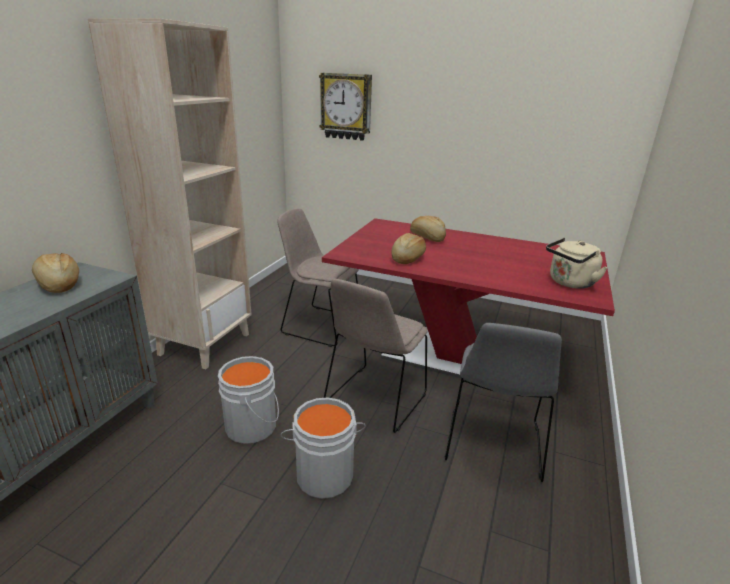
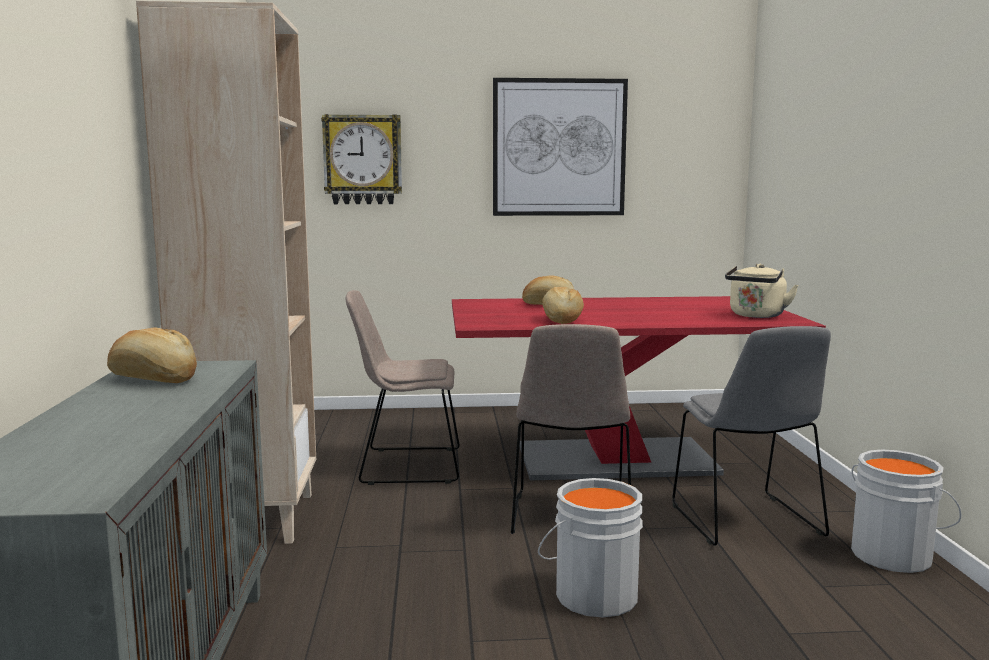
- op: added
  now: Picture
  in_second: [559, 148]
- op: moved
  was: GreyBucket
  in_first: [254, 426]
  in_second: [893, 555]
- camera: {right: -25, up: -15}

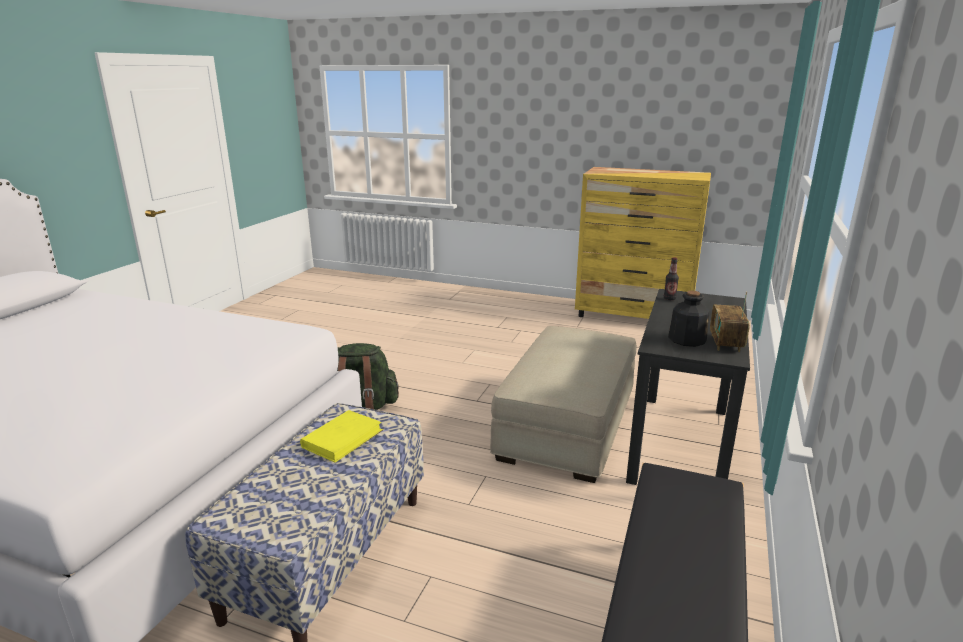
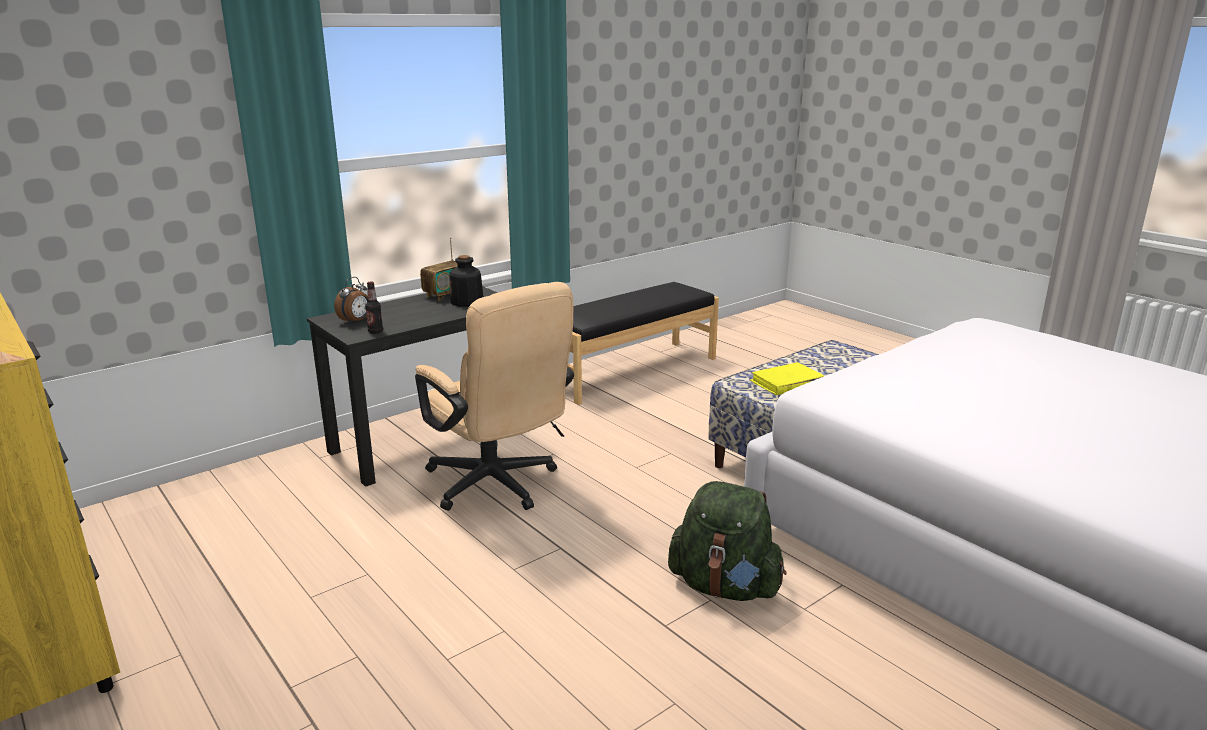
- op: added
  now: AlarmClock
  in_second: [355, 321]
- op: replaced
  was: BeigeOttoman
  now: BeigeOfficeChair
  in_first: [567, 424]
  in_second: [498, 487]
- camera: {right: -150, up: 0}

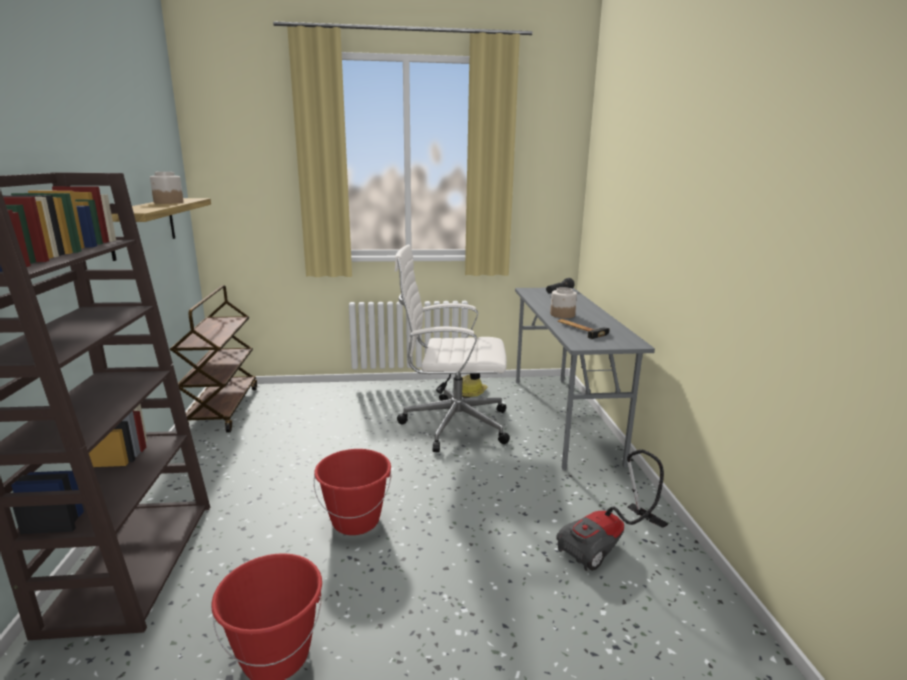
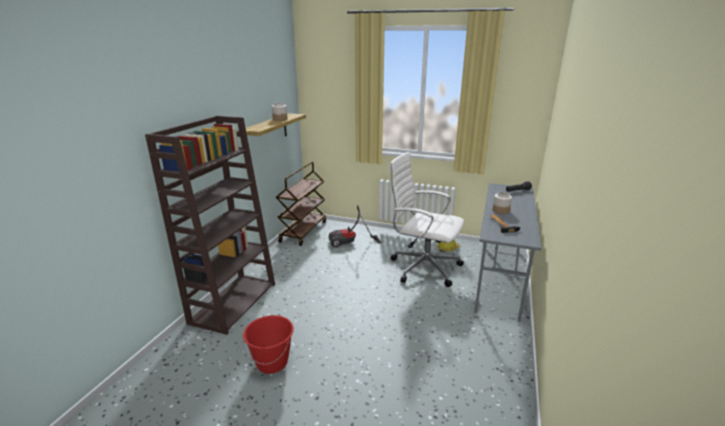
- op: removed
  was: RedBucket
  in_first: [356, 521]
- op: moved
  was: VacuumCleaner
  in_first: [609, 545]
  in_second: [350, 243]
- camera: {right: 25, up: 5}

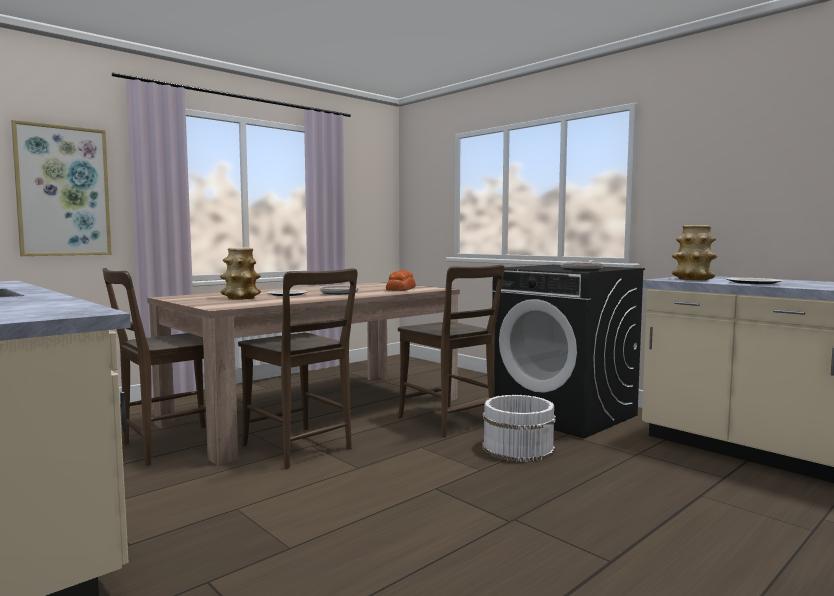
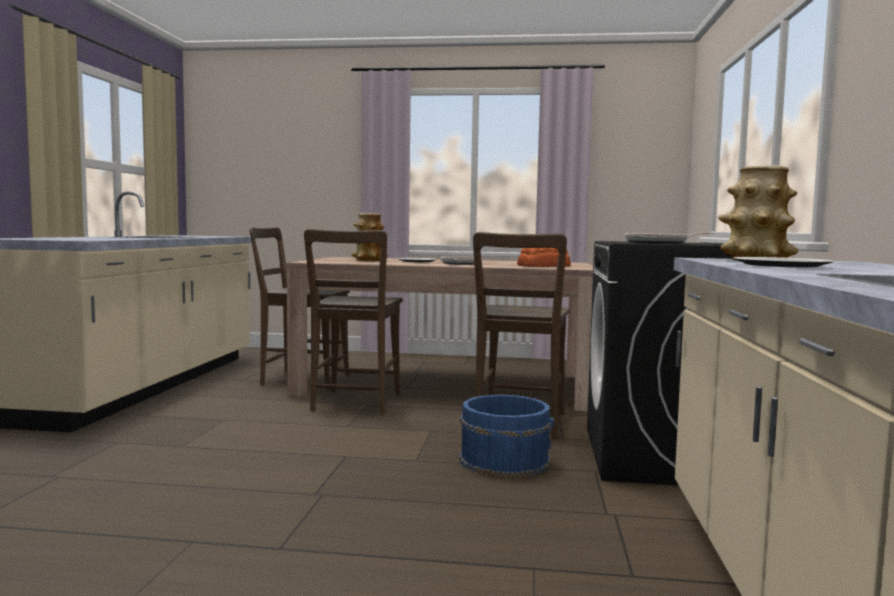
- op: removed
  was: Picture
  in_first: [63, 191]
- op: recoloured
  was: WhiteBucket
  now: BlueBucket
  in_first: [517, 448]
  in_second: [504, 460]
- camera: {right: 50, up: 0}

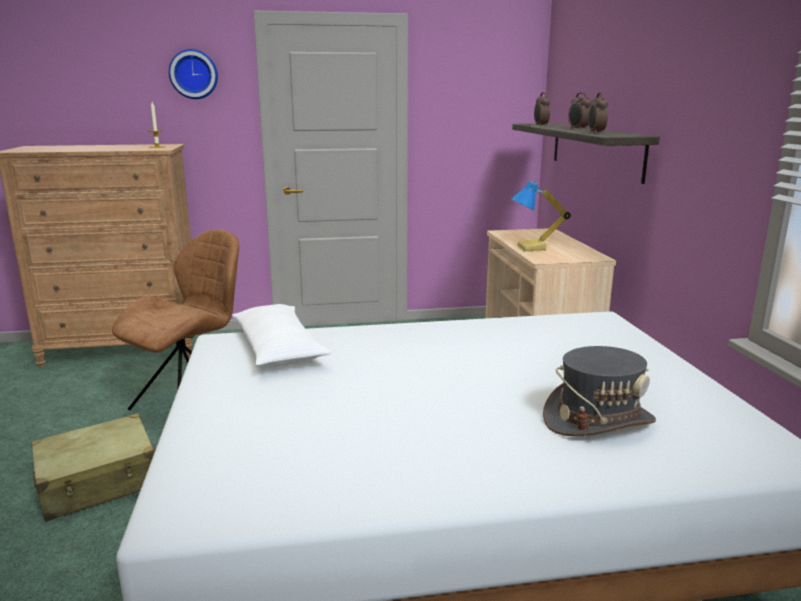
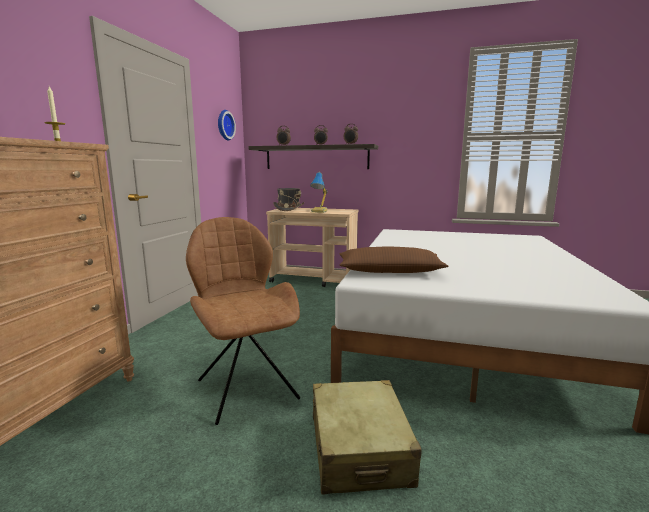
- op: moved
  was: WallClock
  in_first: [194, 74]
  in_second: [224, 125]
- op: moved
  was: GreyHat
  in_first: [598, 420]
  in_second: [288, 209]
- op: recoloured
  was: WhitePillow
  now: BrownPillow
  in_first: [278, 348]
  in_second: [390, 271]
- camera: {right: -65, up: -5}

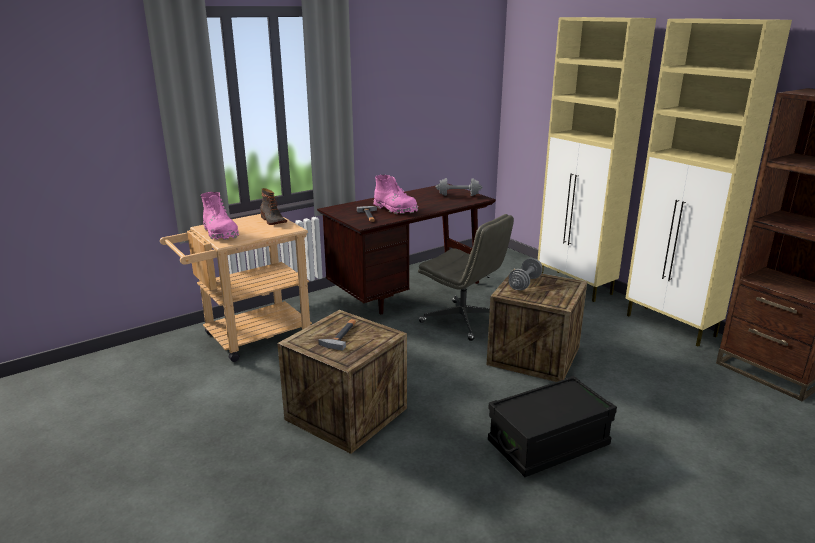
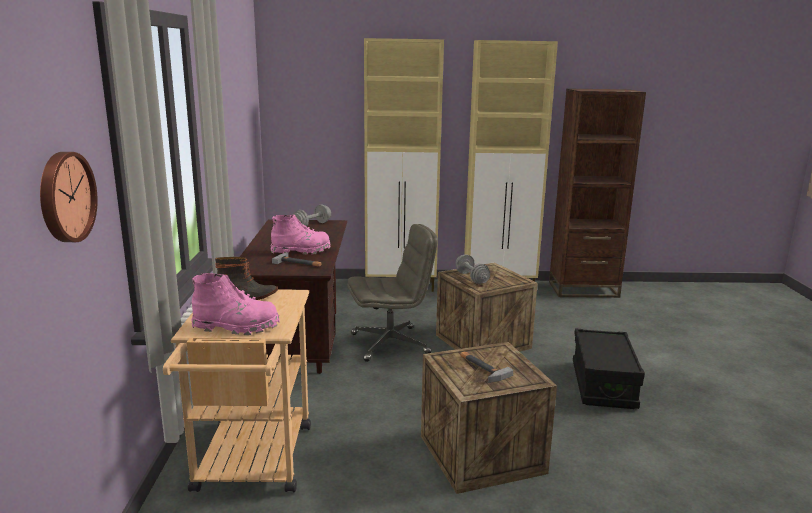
- op: added
  now: WallClock
  in_second: [64, 197]
- camera: {right: -55, up: -5}

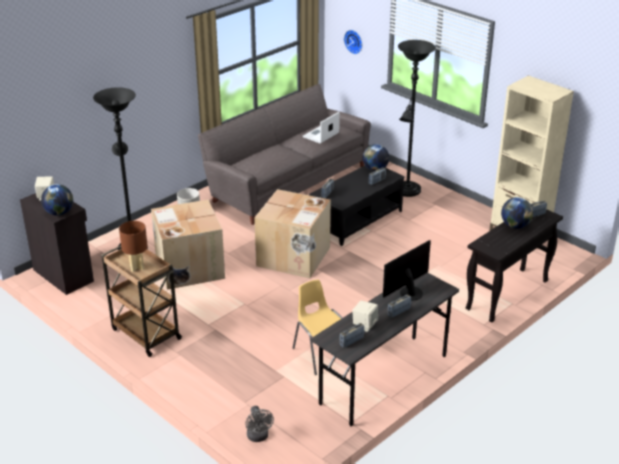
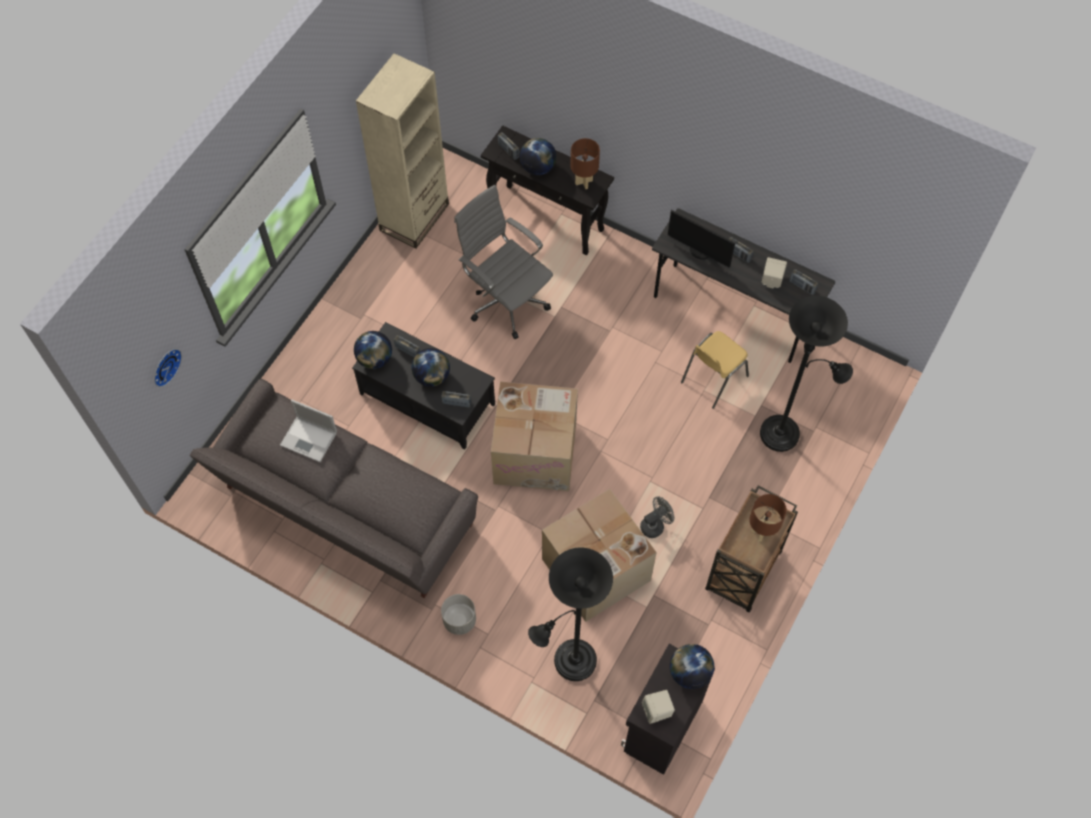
- op: added
  now: Globe
  in_second: [432, 376]
- op: added
  now: GreyOfficeChair
  in_second: [505, 301]
- op: added
  now: BrownTableLamp
  in_second: [583, 182]
- op: moved
  was: GreyFan
  in_first: [258, 437]
  in_second: [655, 525]
- op: moved
  was: BlackFloorLamp
  in_first: [406, 191]
  in_second: [785, 434]
- camera: {right: -105, up: 30}

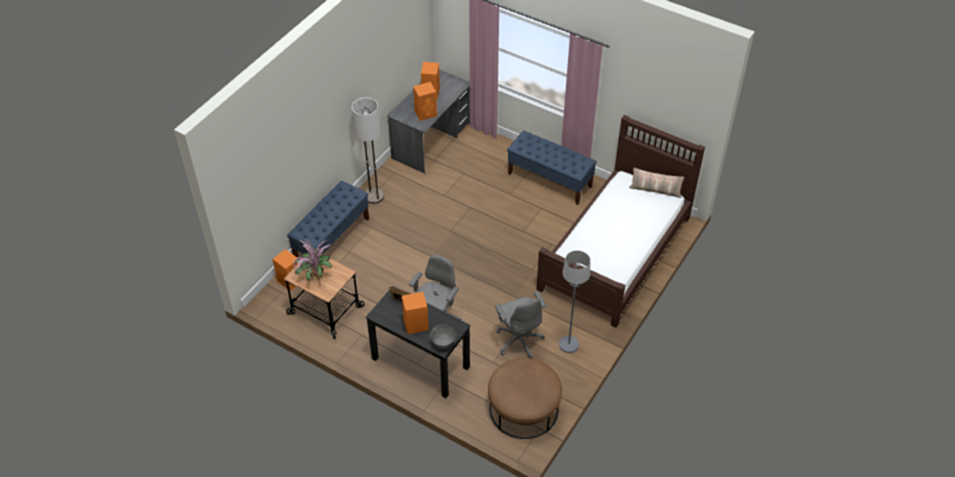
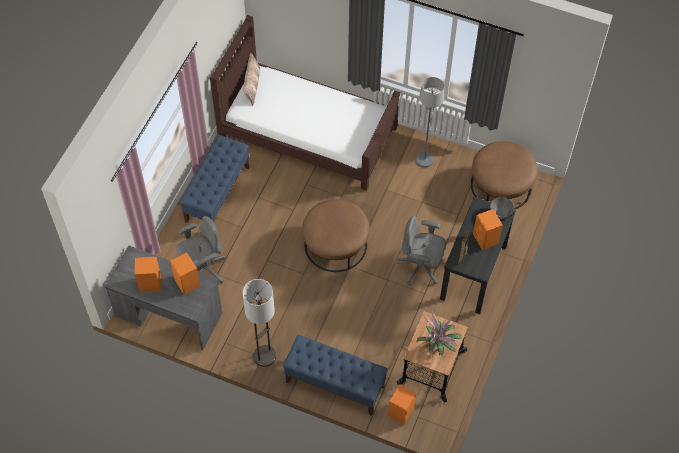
- op: added
  now: BrownOttoman
  in_second: [335, 244]
- op: moved
  was: GreyOfficeChair
  in_first: [519, 340]
  in_second: [203, 270]
- camera: {right: -100, up: 10}

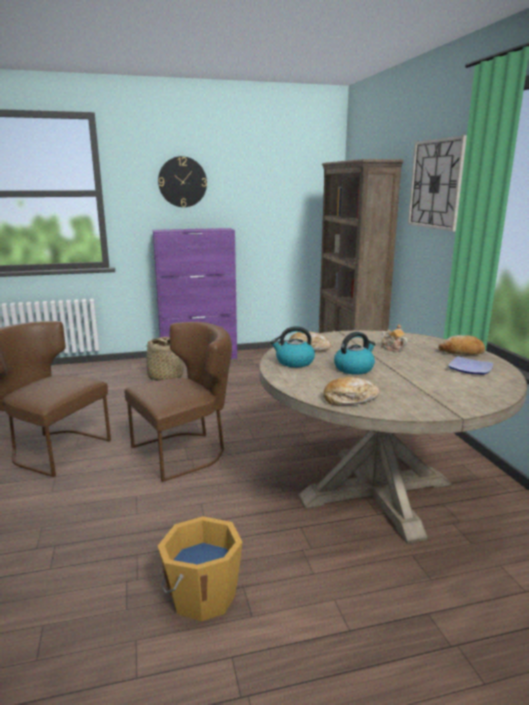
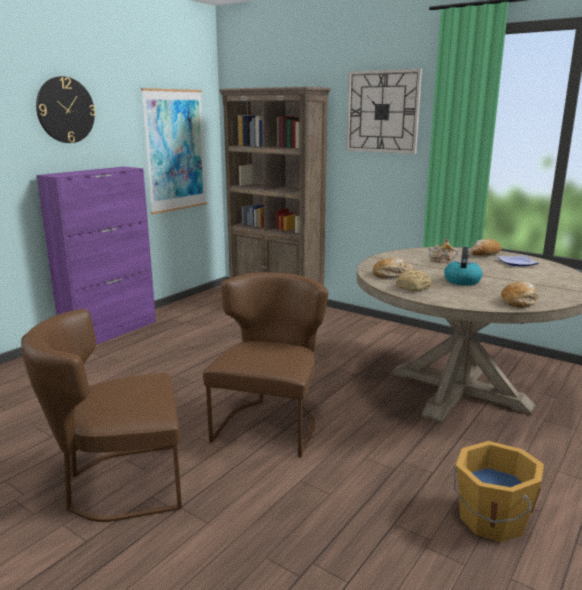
- op: removed
  was: Basket
  in_first: [165, 377]
- op: added
  now: Picture
  in_second: [175, 150]
- op: replaced
  was: Kettle
  now: Bread
  in_first: [294, 362]
  in_second: [414, 287]
- camera: {right: -40, up: 0}

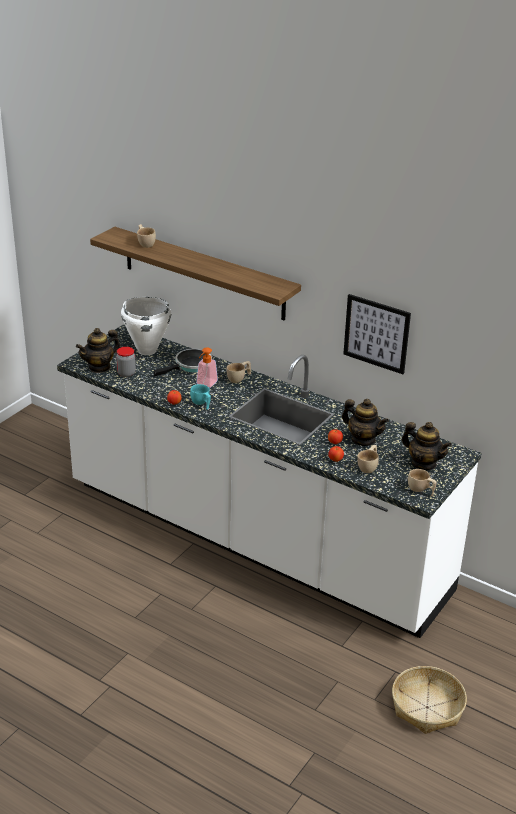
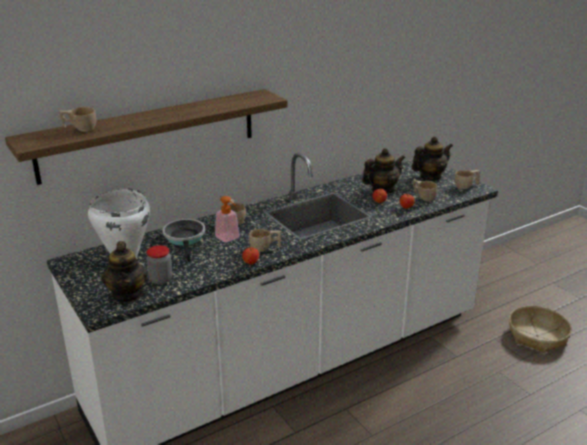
- op: removed
  was: Picture
  in_first: [376, 333]
- op: recoloured
  was: TurquoiseCup
  now: BeigeCup
  in_first: [201, 404]
  in_second: [265, 248]
- camera: {right: -65, up: -5}

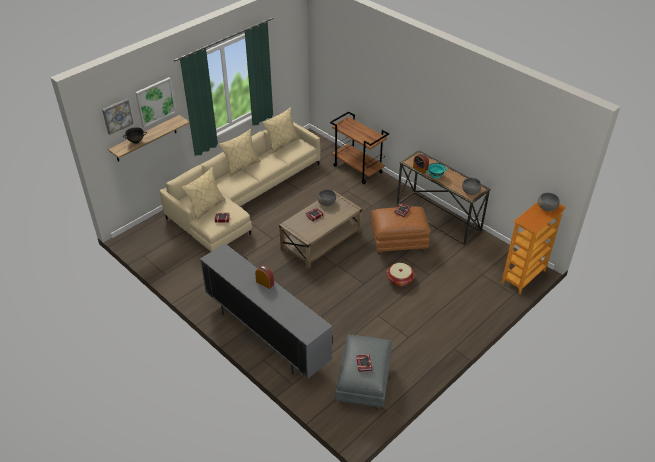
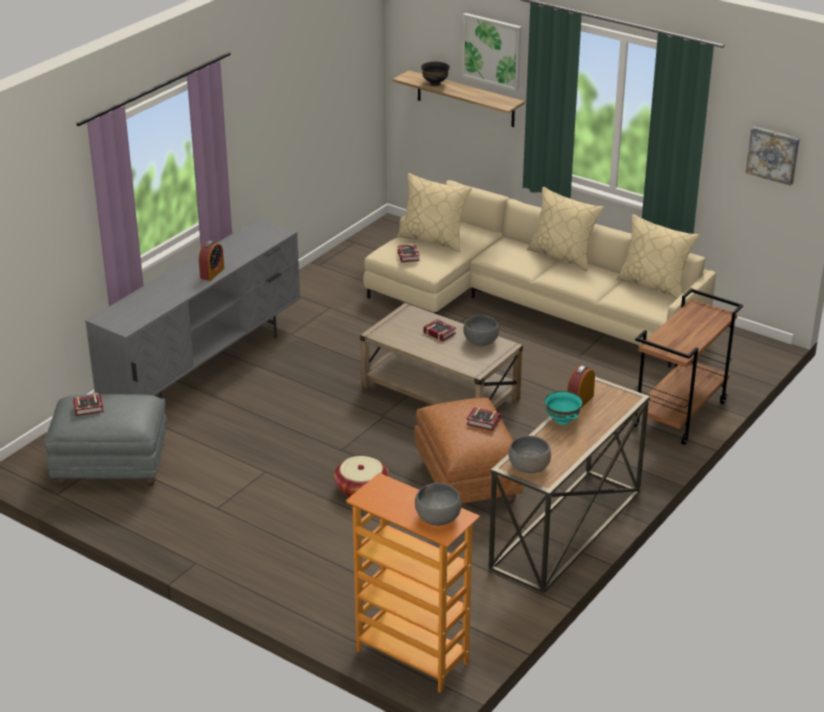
- op: moved
  was: Picture
  in_first: [117, 116]
  in_second: [773, 154]
- camera: {right: 80, up: -10}

